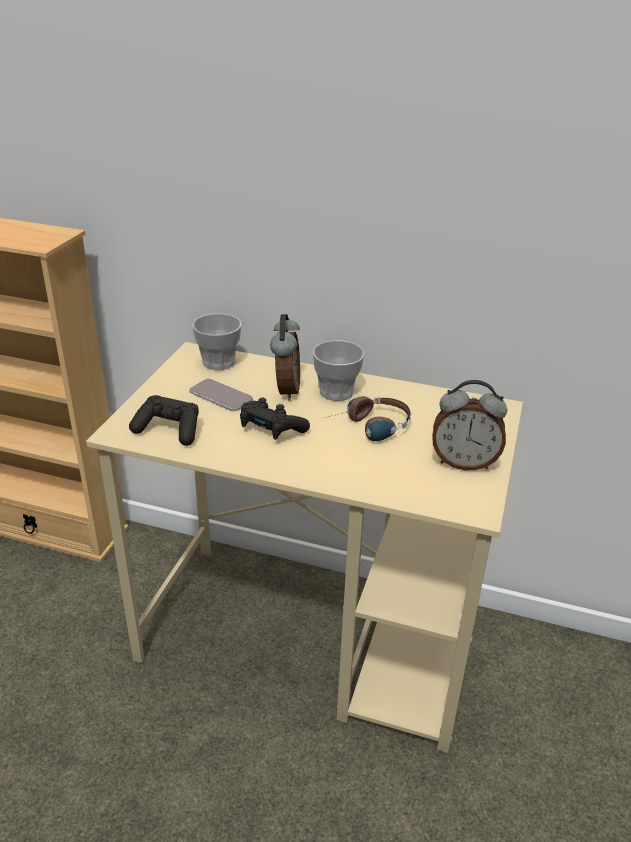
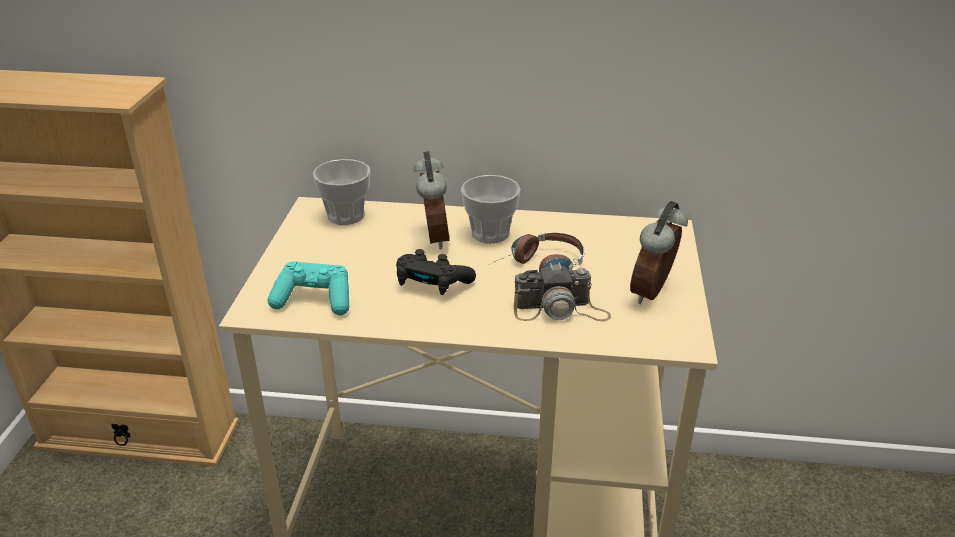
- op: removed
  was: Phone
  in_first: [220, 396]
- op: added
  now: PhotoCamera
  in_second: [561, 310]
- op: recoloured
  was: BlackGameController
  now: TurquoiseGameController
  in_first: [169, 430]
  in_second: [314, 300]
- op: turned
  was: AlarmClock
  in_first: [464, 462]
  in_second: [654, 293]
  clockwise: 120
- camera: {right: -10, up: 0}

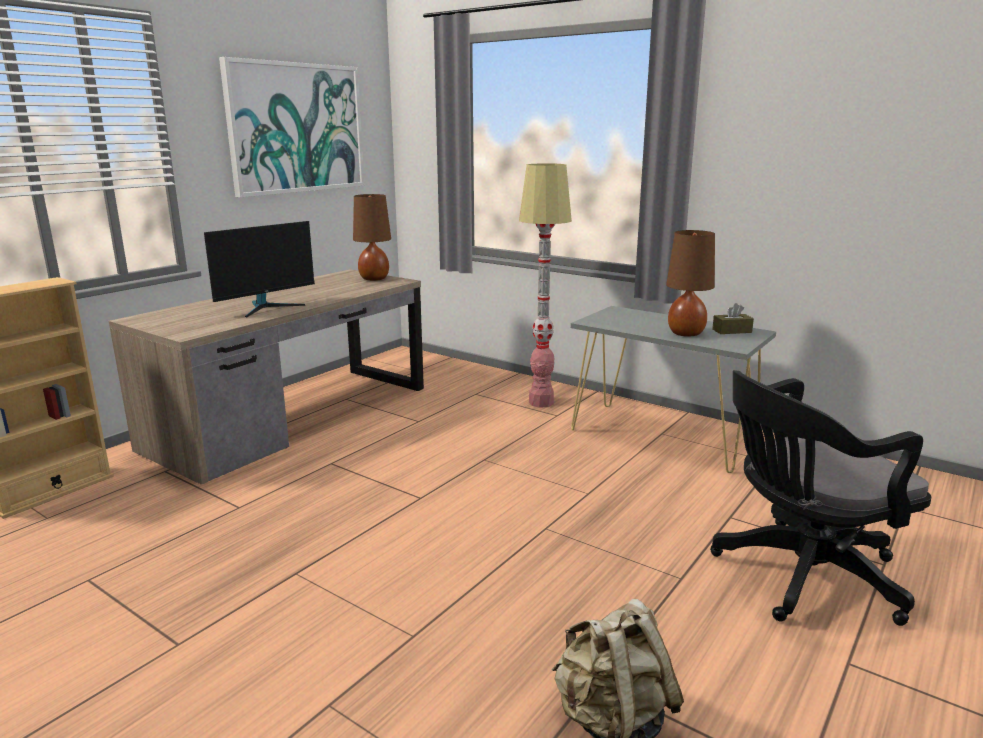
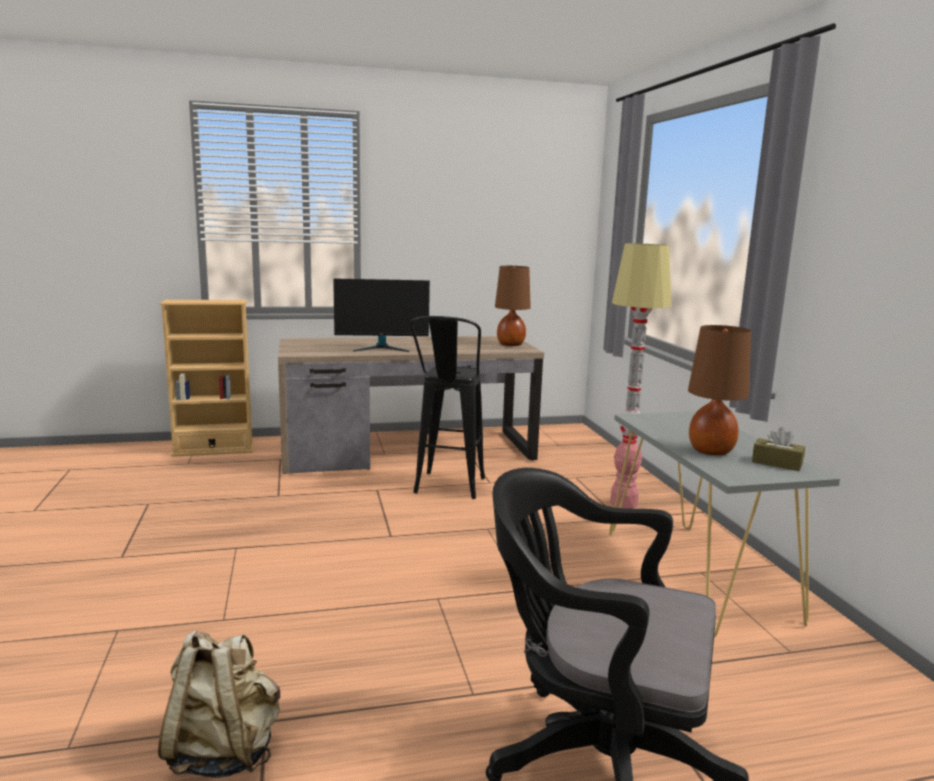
- op: removed
  was: Picture
  in_first: [297, 128]
- op: added
  now: BlackStool
  in_second: [447, 490]
- camera: {right: 40, up: -5}

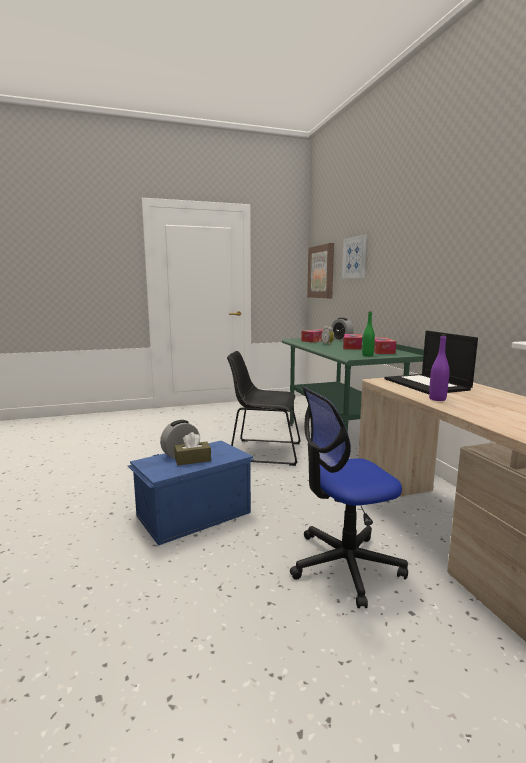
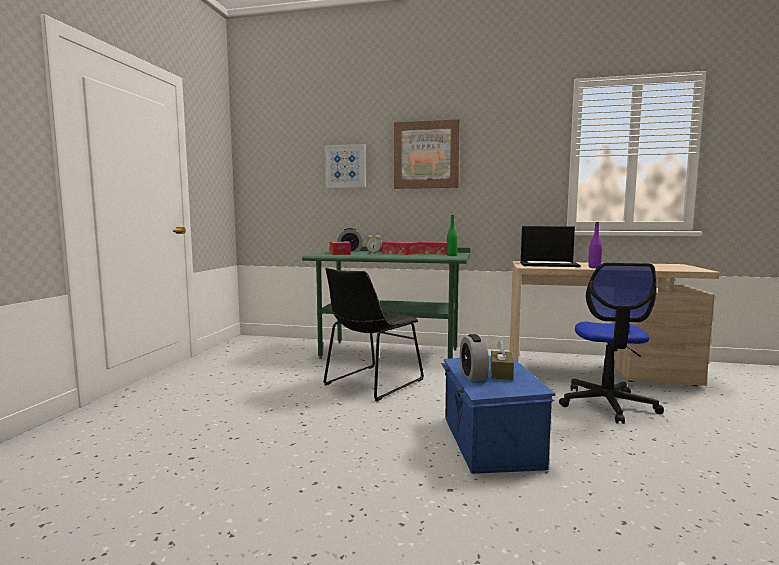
- op: moved
  was: Picture
  in_first: [321, 272]
  in_second: [426, 155]
- camera: {right: -60, up: -5}

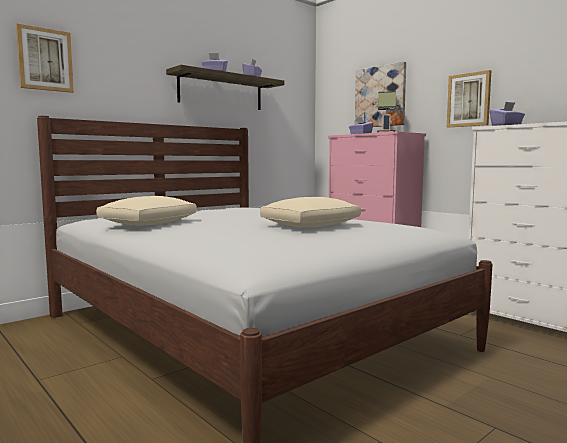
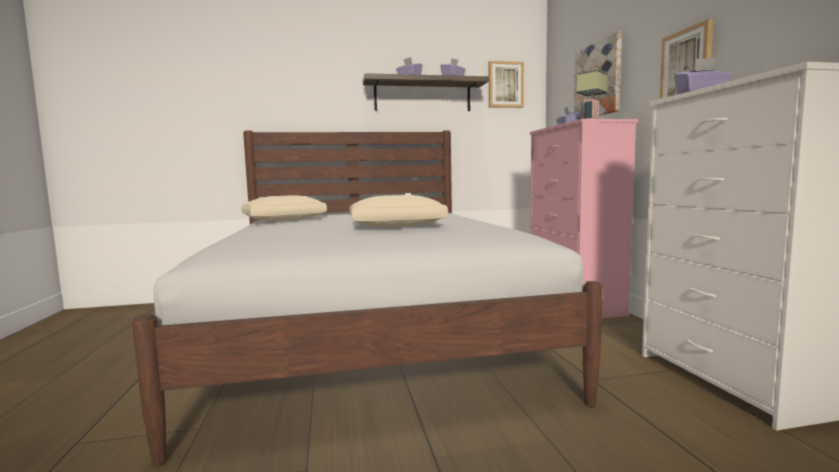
- op: moved
  was: Picture
  in_first: [45, 60]
  in_second: [505, 85]
- camera: {right: 30, up: 0}

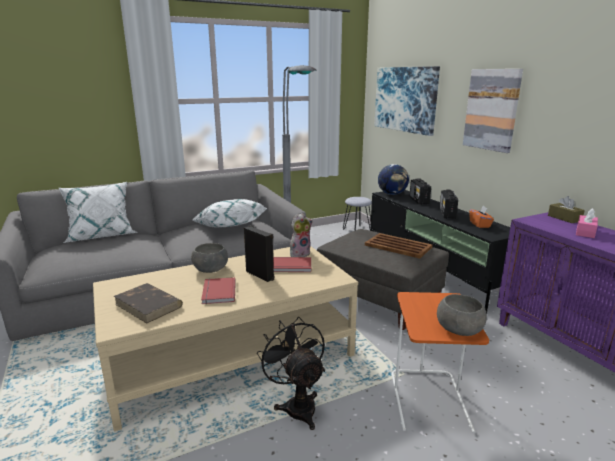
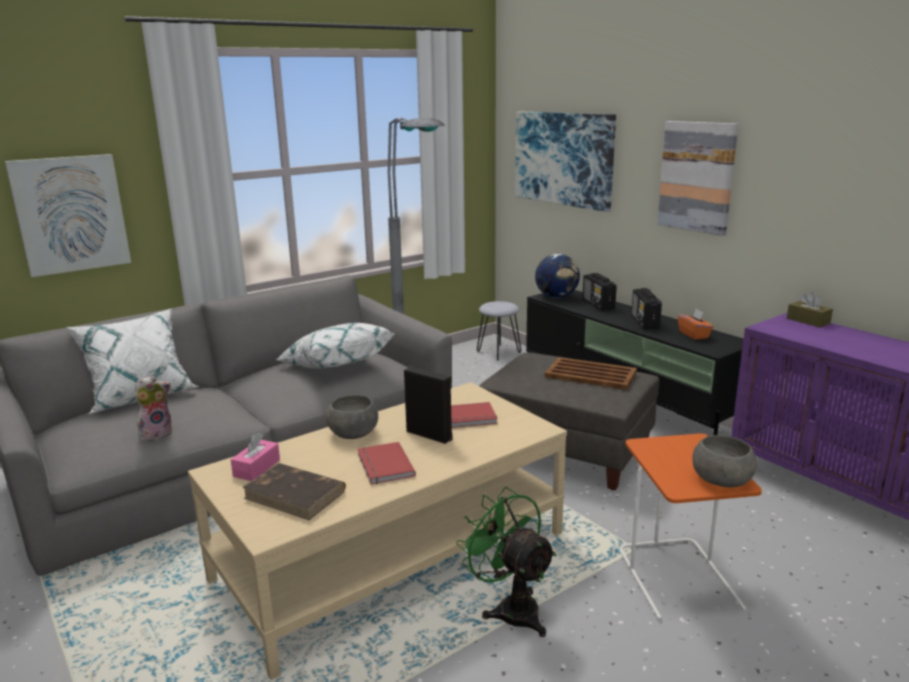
- op: added
  now: Picture
  in_second: [71, 214]
- op: moved
  was: PlushToy
  in_first: [300, 254]
  in_second: [156, 434]
- op: moved
  was: PinkTissueBox
  in_first: [585, 232]
  in_second: [257, 468]
- op: recoloured
  was: BlackFan
  now: GreenFan
  in_first: [297, 405]
  in_second: [511, 608]
- camera: {right: -10, up: 0}

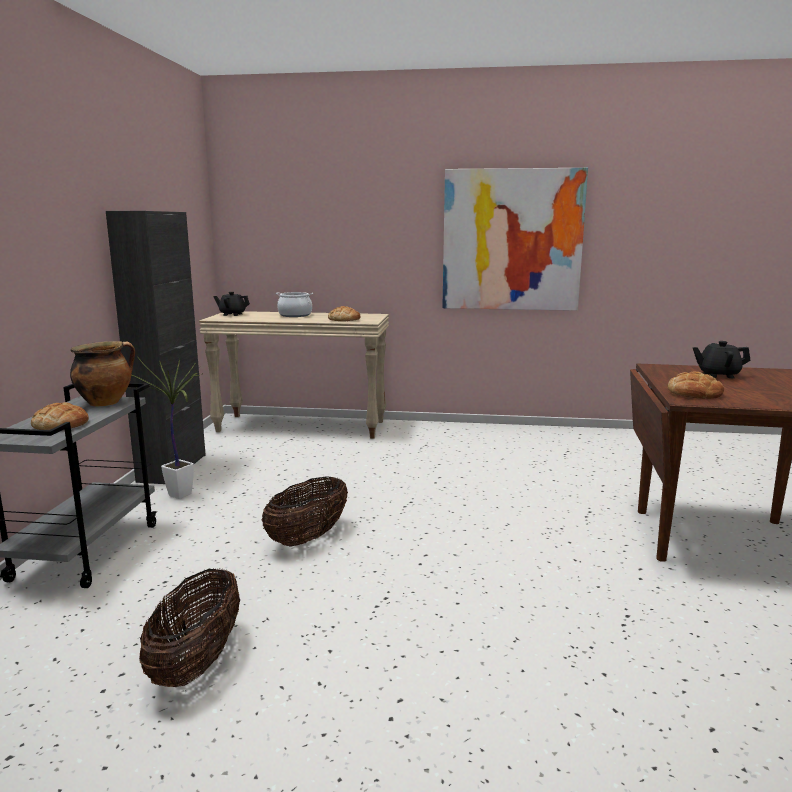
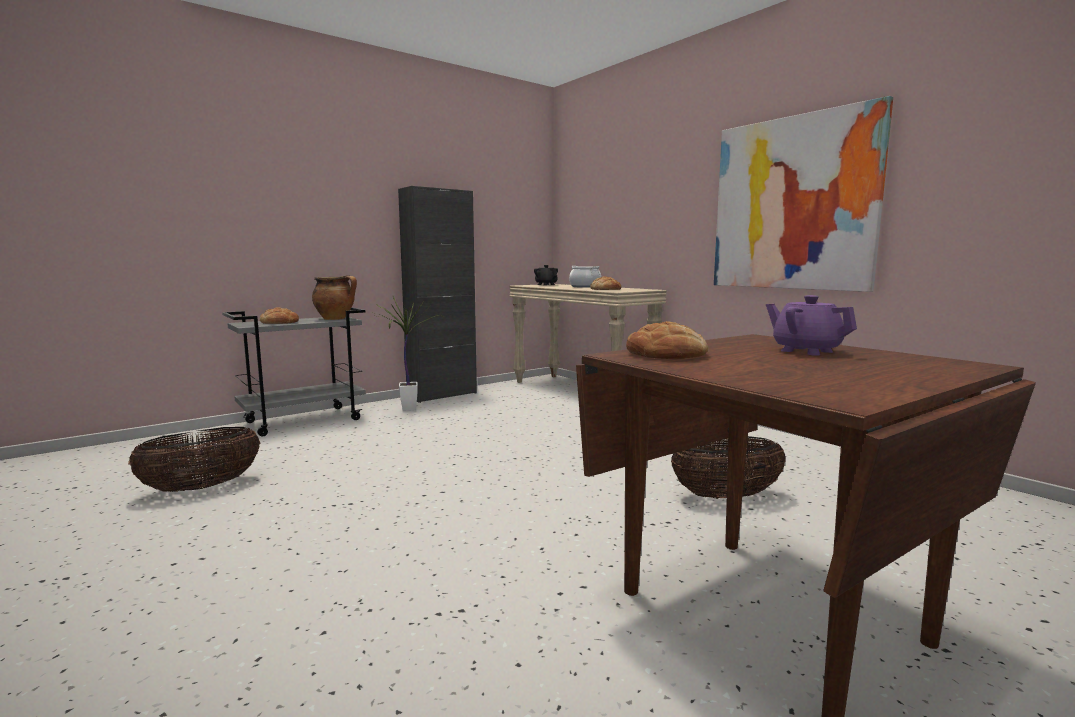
- op: moved
  was: Basket
  in_first: [308, 538]
  in_second: [726, 496]
- op: recoloured
  was: BlackTeapot
  now: PurpleTeapot
  in_first: [718, 375]
  in_second: [806, 351]
- camera: {right: 45, up: -5}

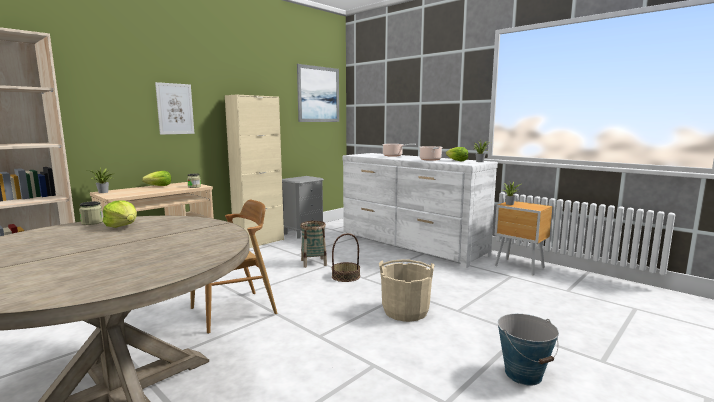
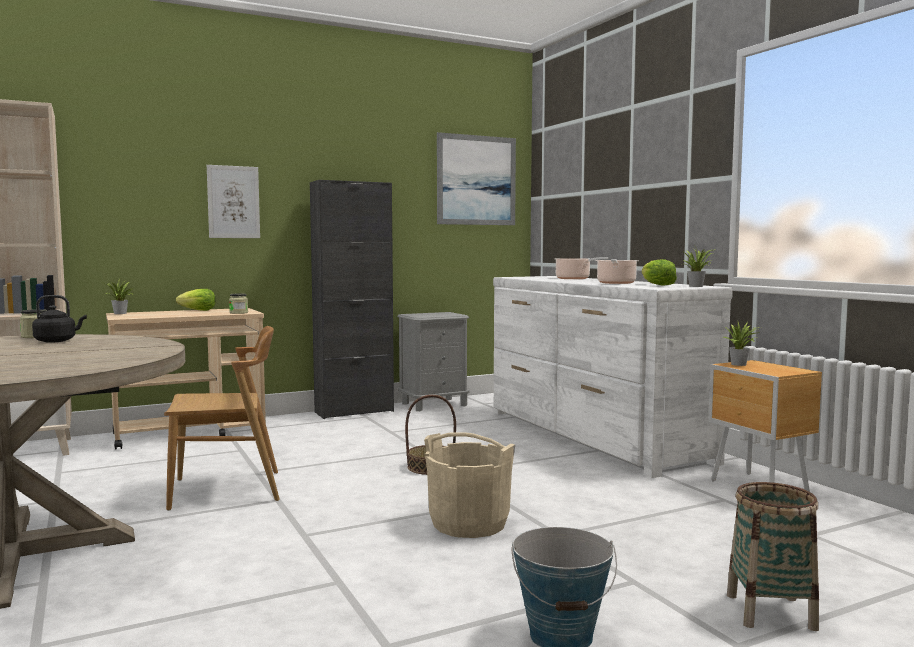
- op: moved
  was: Basket
  in_first: [313, 263]
  in_second: [770, 611]
- op: replaced
  was: Lettuce
  now: BlackKettle
  in_first: [123, 226]
  in_second: [57, 341]
- op: recoloured
  was: BeigeCabinet
  now: BlackCabinet
  in_first: [259, 242]
  in_second: [354, 412]
- camera: {right: 20, up: -5}

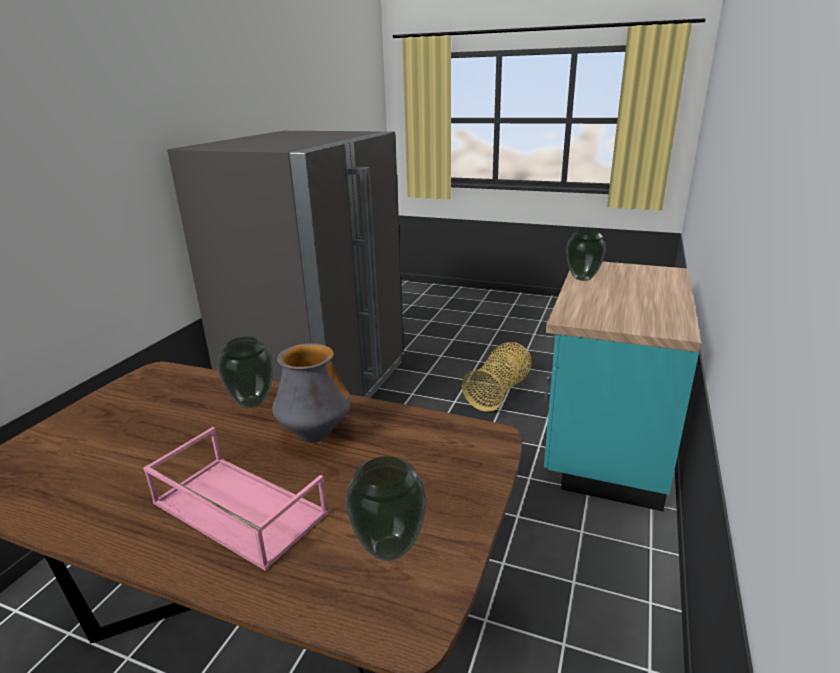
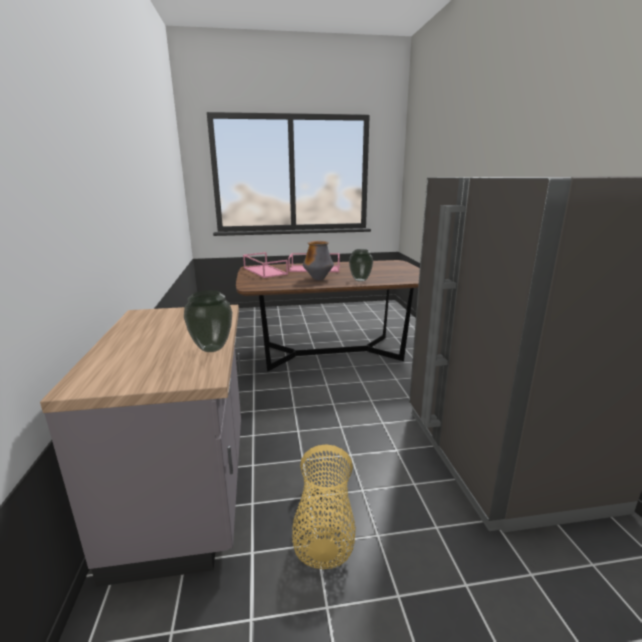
- op: replaced
  was: Vase
  now: PinkTray
  in_first: [390, 549]
  in_second: [264, 271]
- op: recoloured
  was: TurquoiseCounter
  now: GreyCounter
  in_first: [604, 441]
  in_second: [189, 491]
- camera: {right: 150, up: -5}

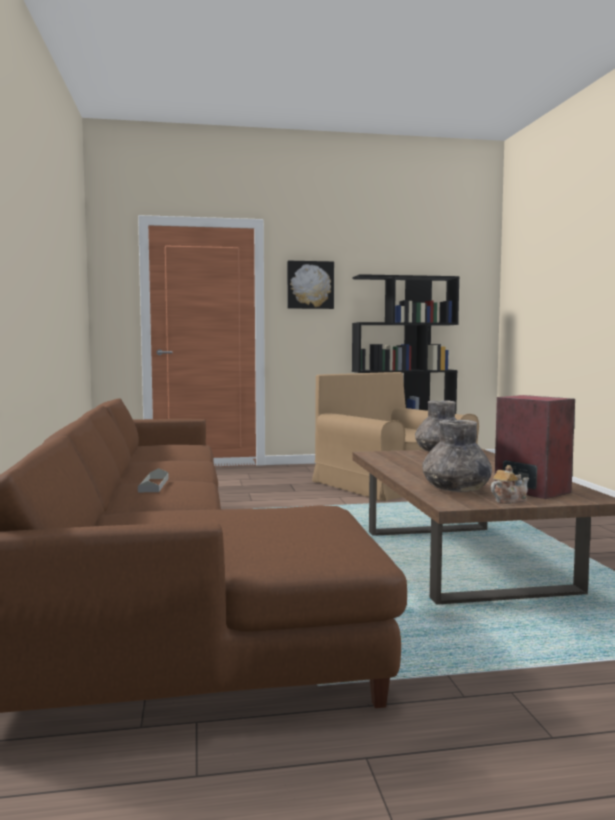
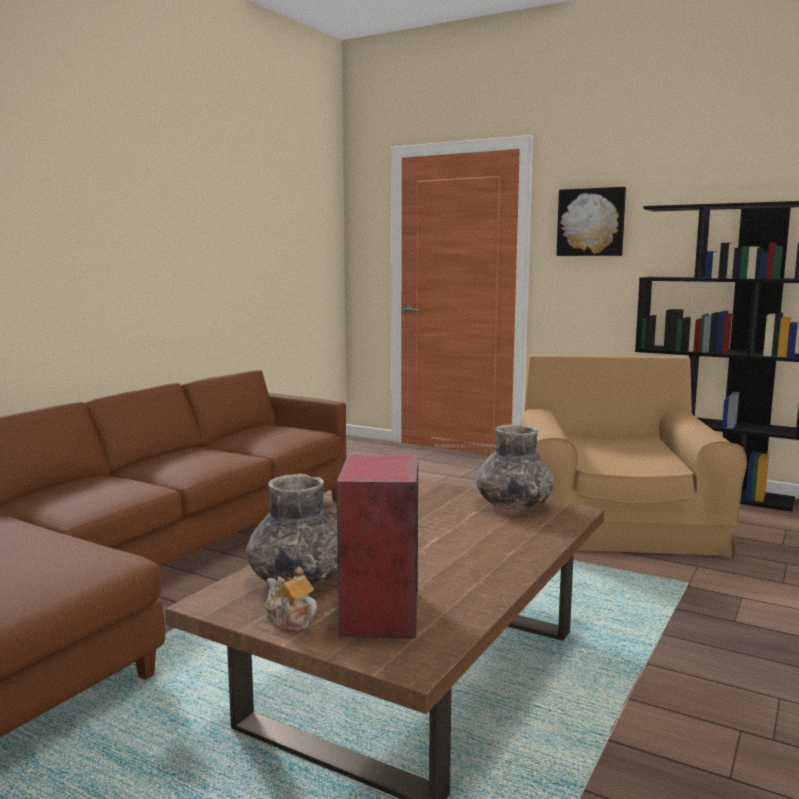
- op: removed
  was: GreyTray
  in_first: [154, 485]
- op: turned
  was: Teapot
  in_first: [509, 500]
  in_second: [289, 620]
  clockwise: -150
- camera: {right: 40, up: 5}

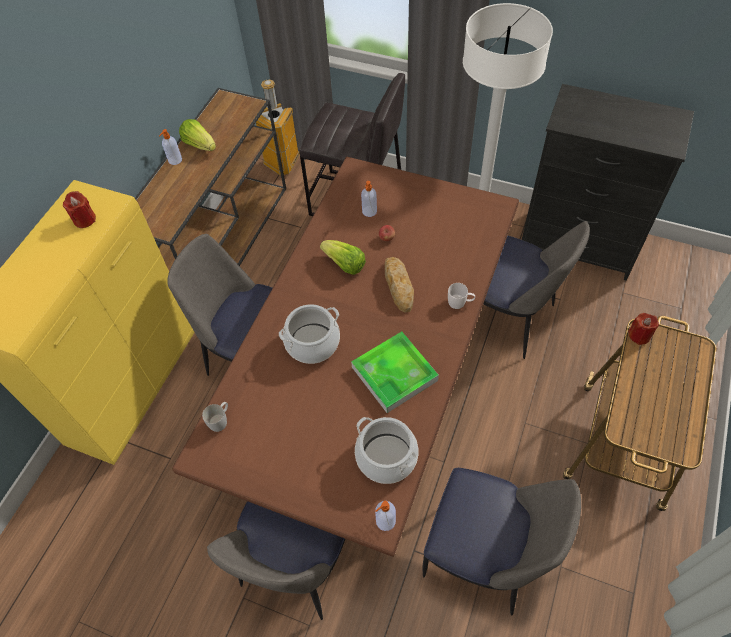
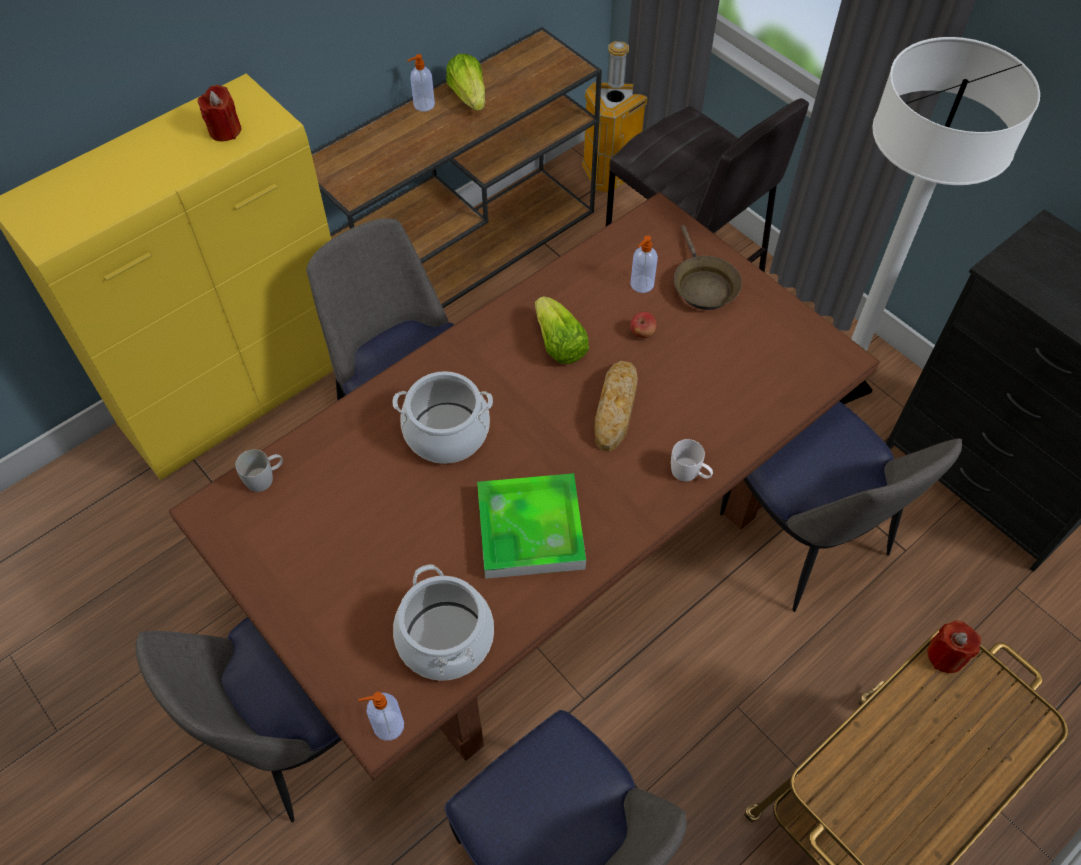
- op: added
  now: BrownFryingPan
  in_second: [703, 285]
- camera: {right: 25, up: 0}

